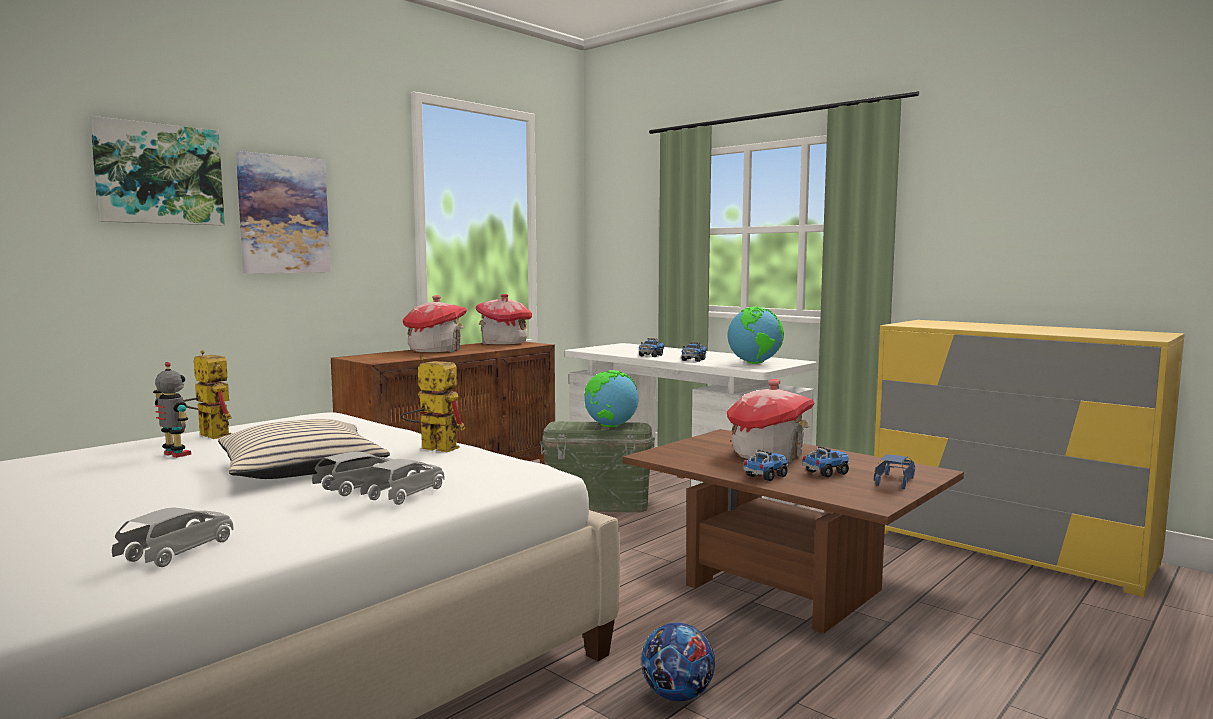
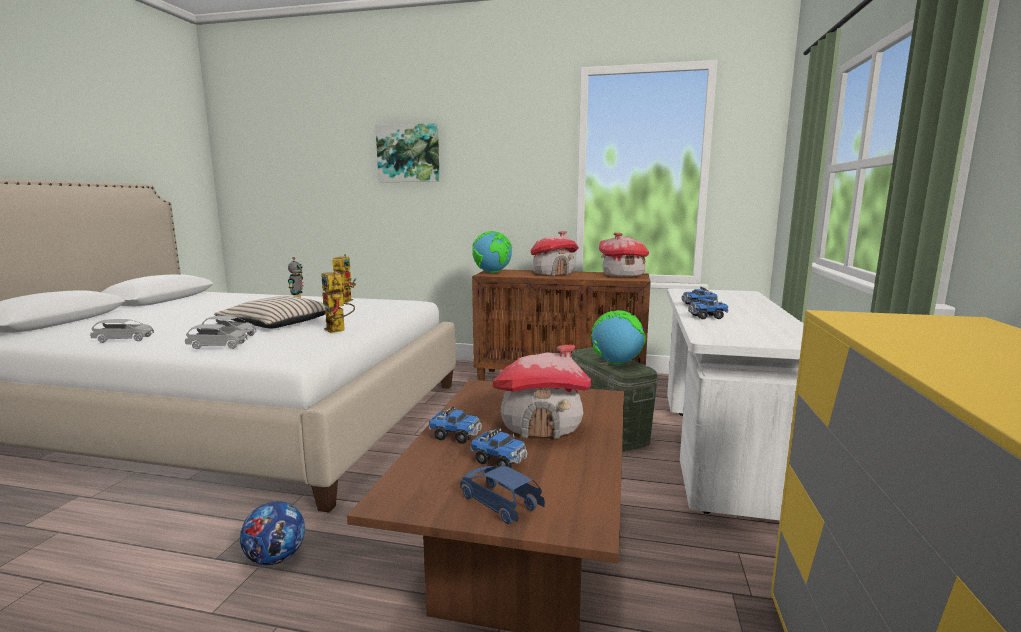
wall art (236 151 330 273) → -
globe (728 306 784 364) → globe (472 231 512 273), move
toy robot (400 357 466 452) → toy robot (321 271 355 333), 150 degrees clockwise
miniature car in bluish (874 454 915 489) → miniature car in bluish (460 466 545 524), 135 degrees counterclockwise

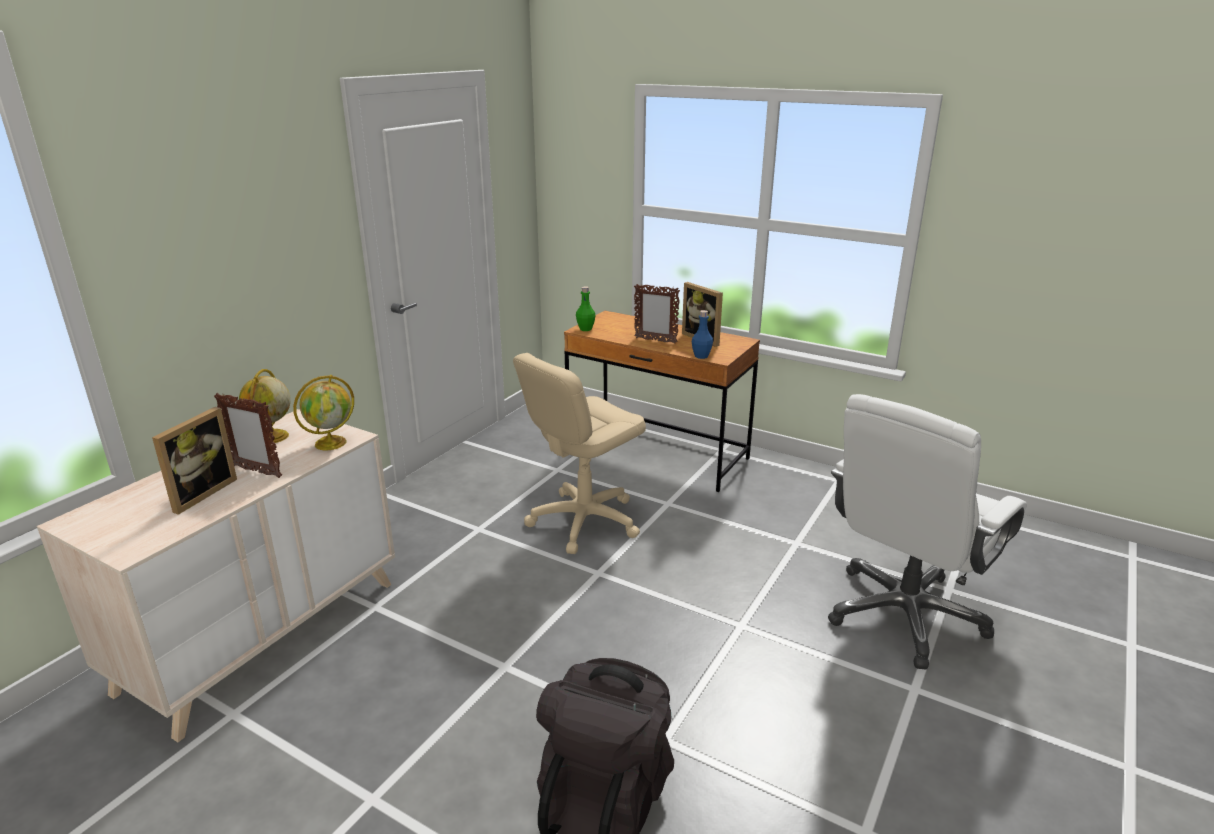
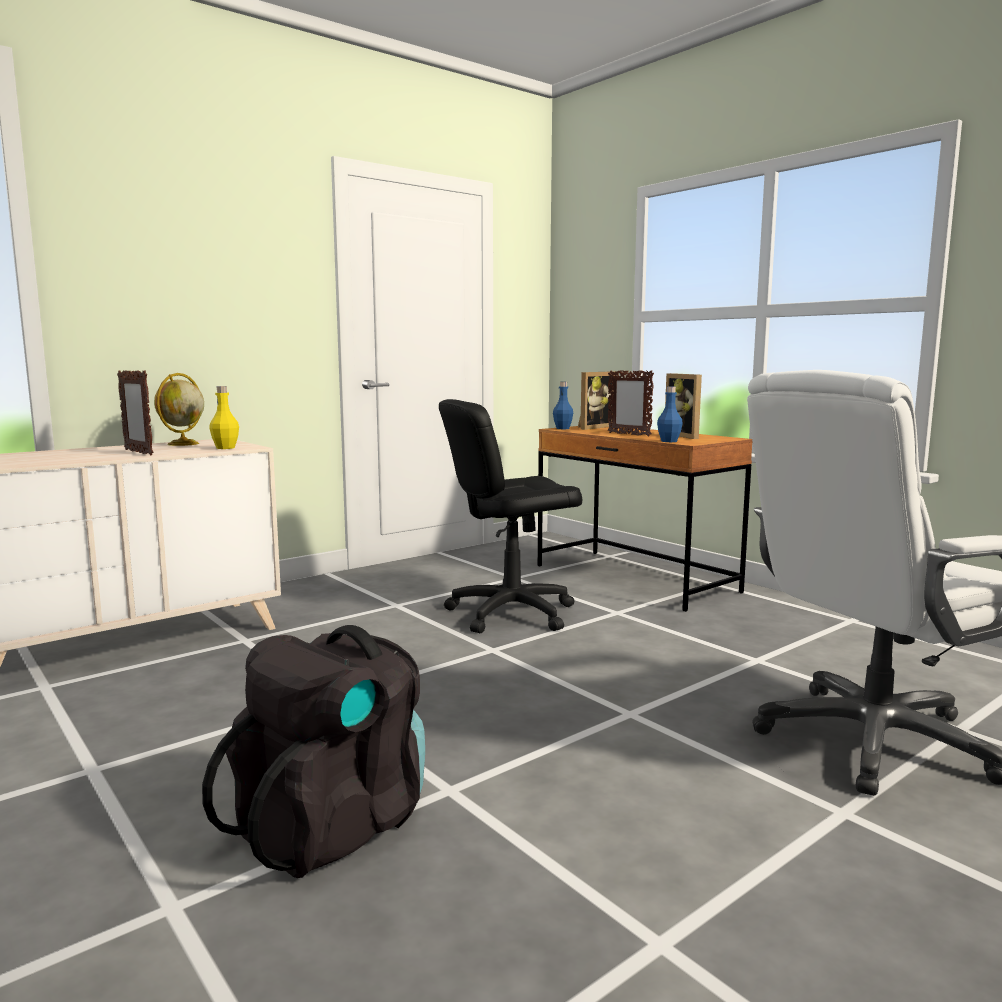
standing frame (152 407 237 515) → standing frame (578 372 615 430), move
globe (293 375 354 450) → beverage bottle in yellow-coloured (209 386 239 449)
computer chair in sand-coloured (513 353 646 554) → computer chair in black (439 399 582 633)
beverage bottle in green-coloured (576 286 596 331) → beverage bottle in bluish (553 382 573 429)

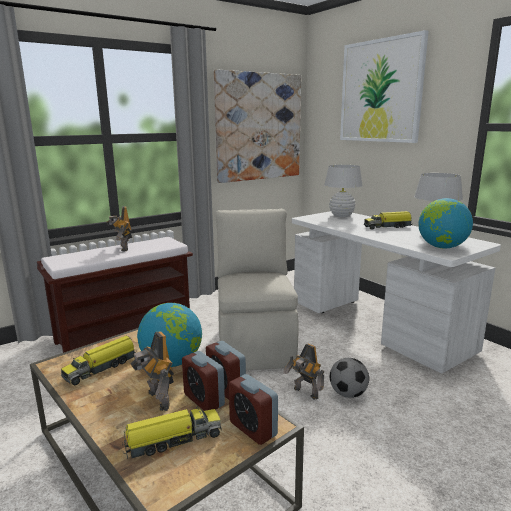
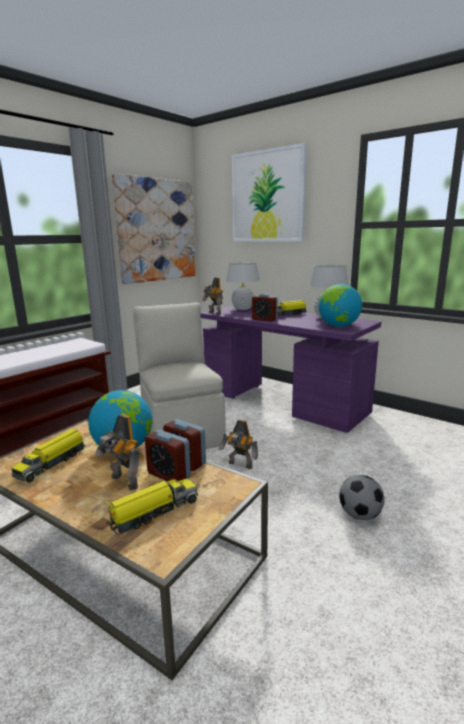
toy robot (107 206 132 252) → toy robot (202 277 223 315), move
bedside clock (229 374 278 445) → bedside clock (252 294 278 322), move
football (330 358 369 398) → football (339 475 385 520), move
desk in white (292 211 501 373) → desk in purple-coloured (200 306 381 433)

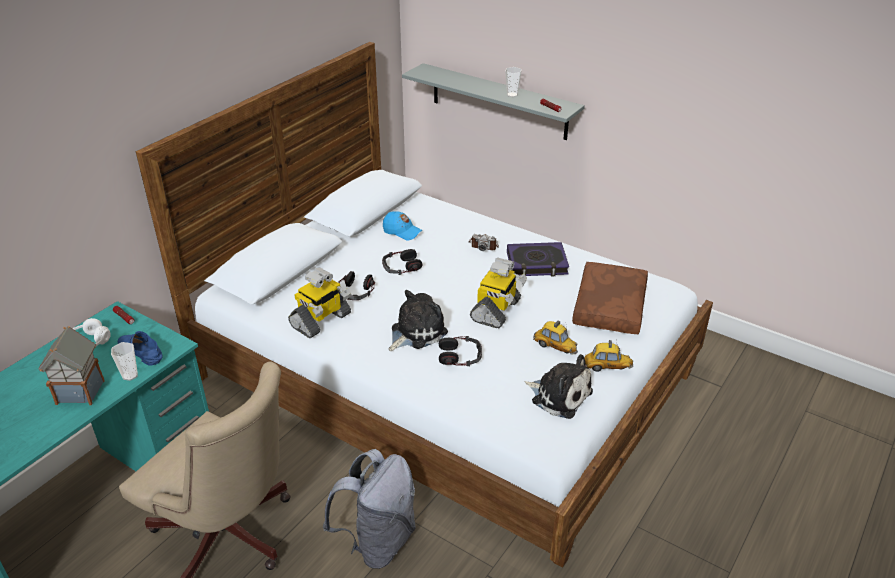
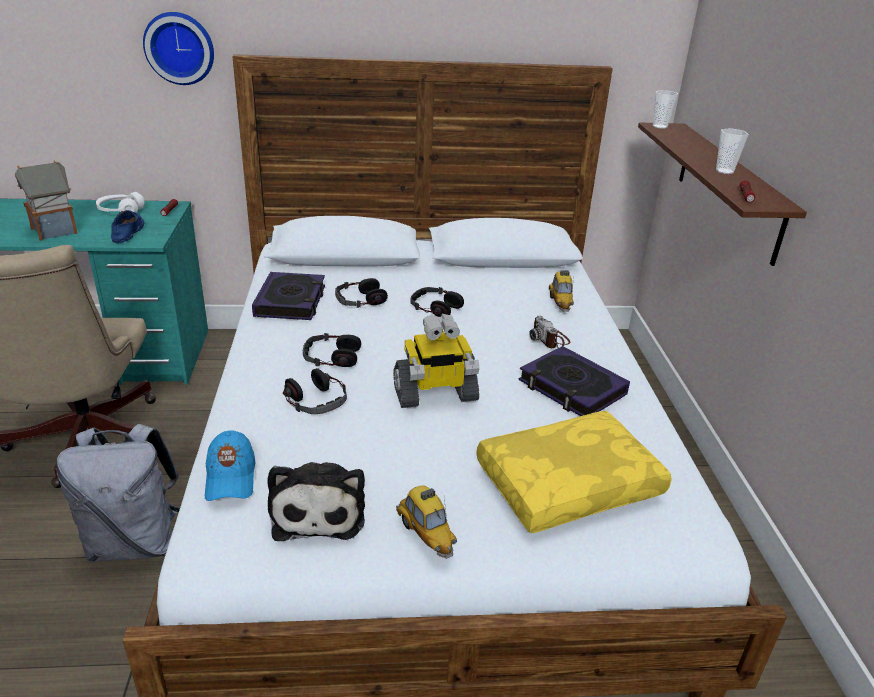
- → wall clock (143 12 214 85)
cup (111 342 138 381) → cup (653 90 678 129), move
peaked cap in bluish (383 211 423 241) → peaked cap in bluish (205 430 255 501), move
miniature car (533 321 578 354) → miniature car (549 270 574 312), move
toy robot (288 267 351 338) → book (252 272 325 320)
cuddly toy (389 290 448 351) → pair of headphones (303 333 361 367)
bracket shelf in gray (402 63 585 140) → bracket shelf in brown (638 122 807 266)
cushion in brown (572 262 648 334) → cushion in yellow-coloured (476 411 672 533)

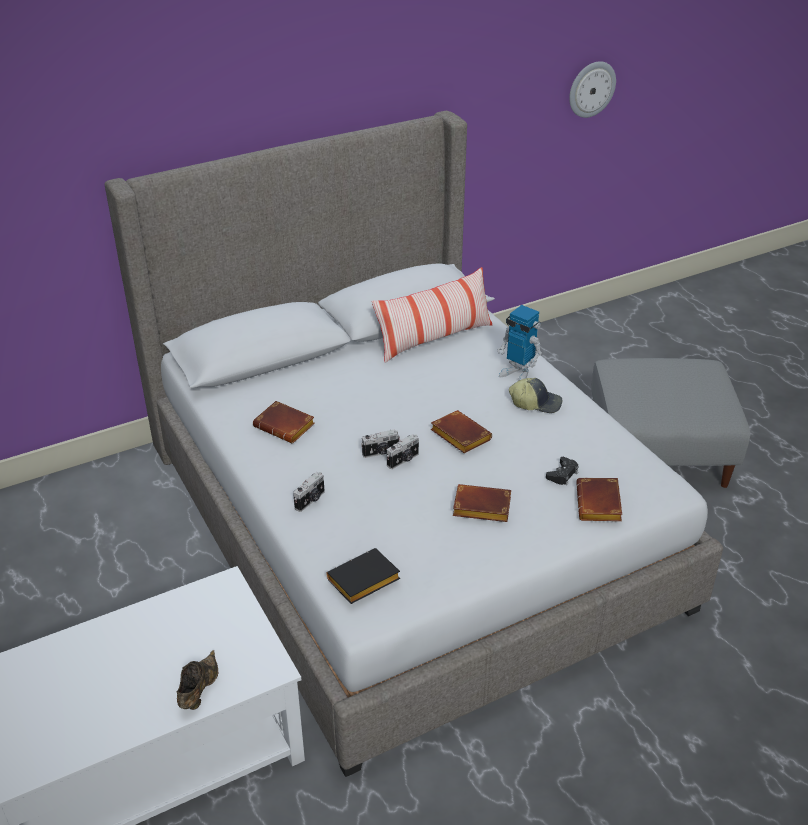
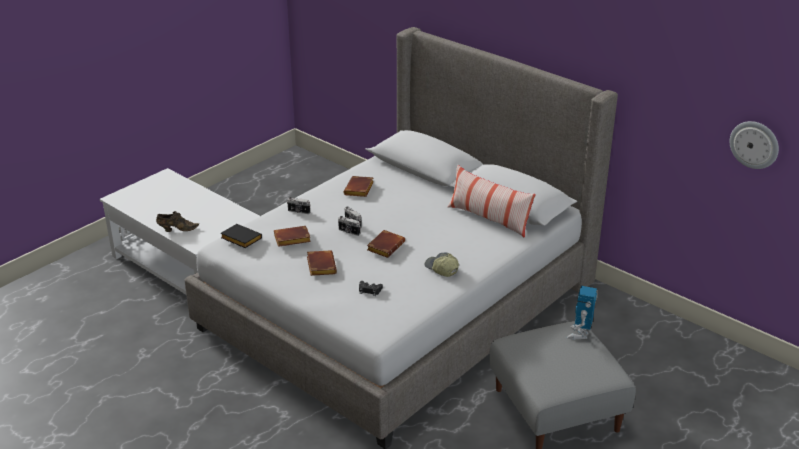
toy robot (498 305 542 381) → toy robot (567 286 597 340), move
book in brown (576 478 622 521) → book in brown (274 226 311 247), move
peaked cap (509 378 563 413) → peaked cap (424 253 459 277), 150 degrees clockwise

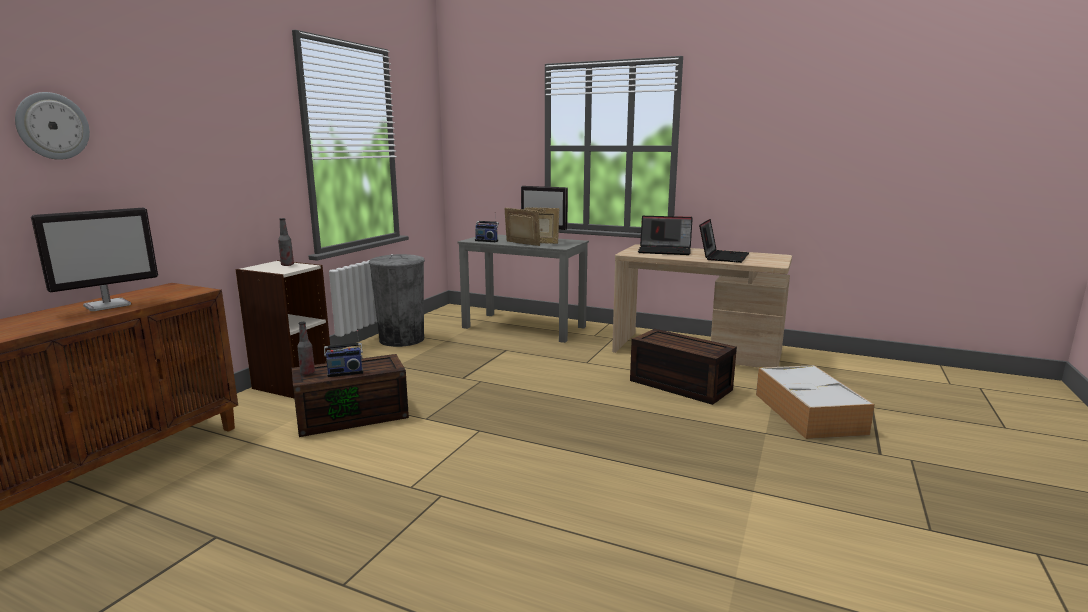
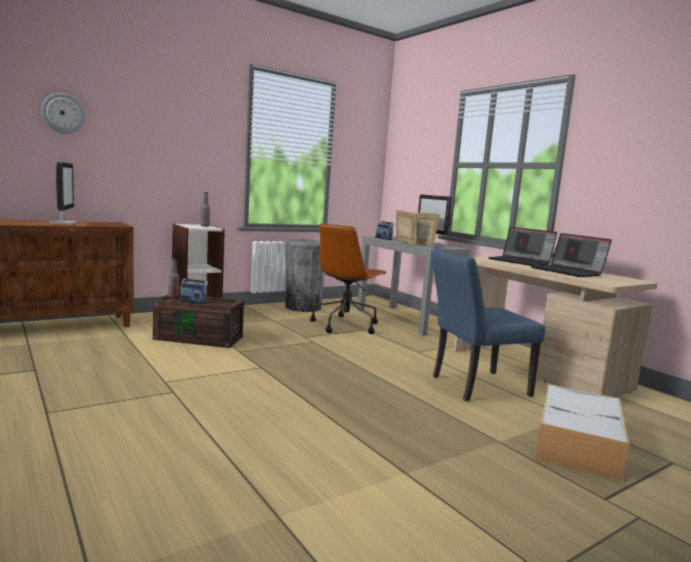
- → computer chair in brown (310 223 387 334)
storage box in brown (630 329 737 405) → chair in bluish (431 248 545 401)
computer screen (31 207 158 311) → computer screen (50 162 77 225), 90 degrees counterclockwise
portable computer (699 219 749 263) → portable computer (531 233 612 277), 90 degrees clockwise

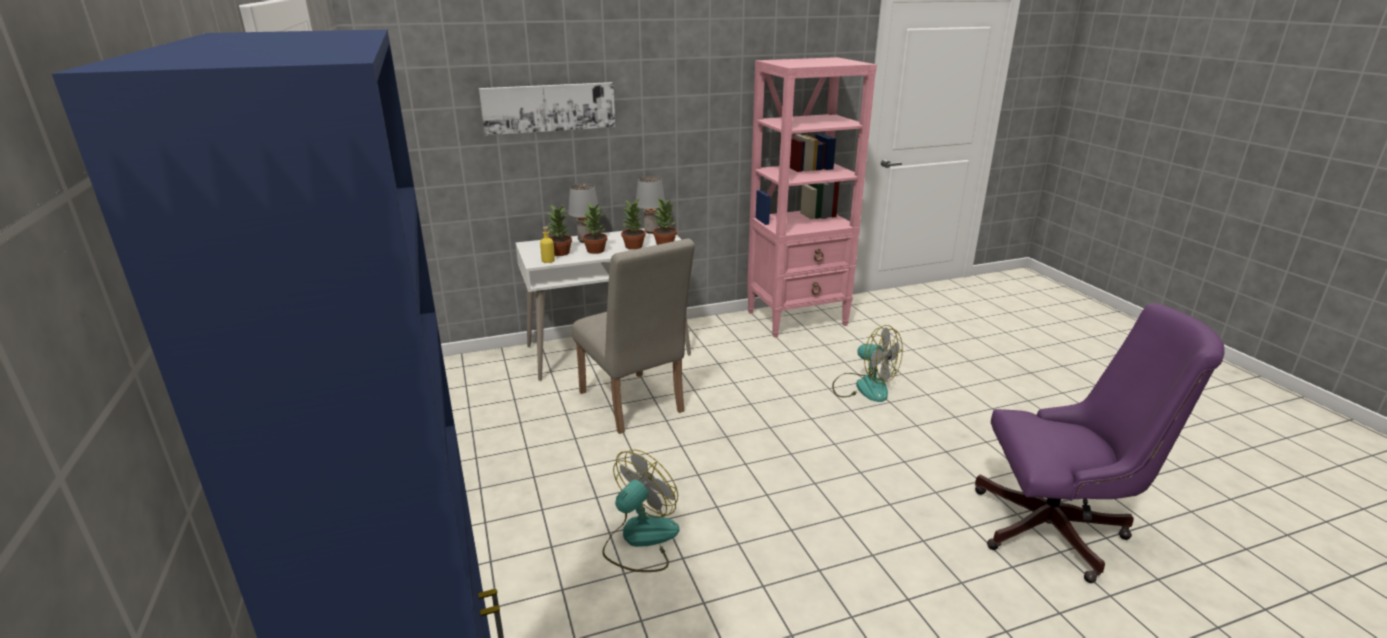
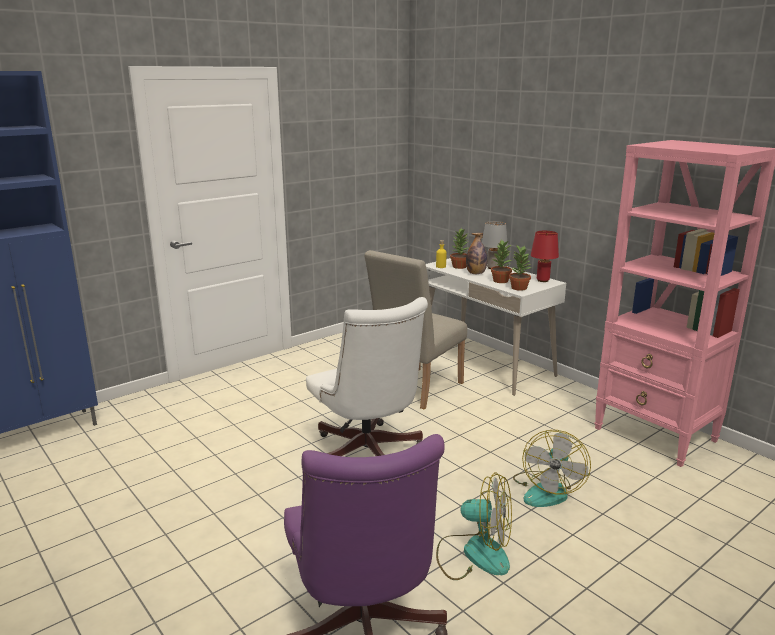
wall art (479 82 615 135) → -
- → computer chair in white (306 297 428 456)
electric fan (602 449 679 572) → electric fan (436 472 512 580), move
houseplant (581 202 607 254) → beverage bottle (466 233 487 274)
table lamp in gray (636 176 665 234) → table lamp in reddish (531 231 559 282)

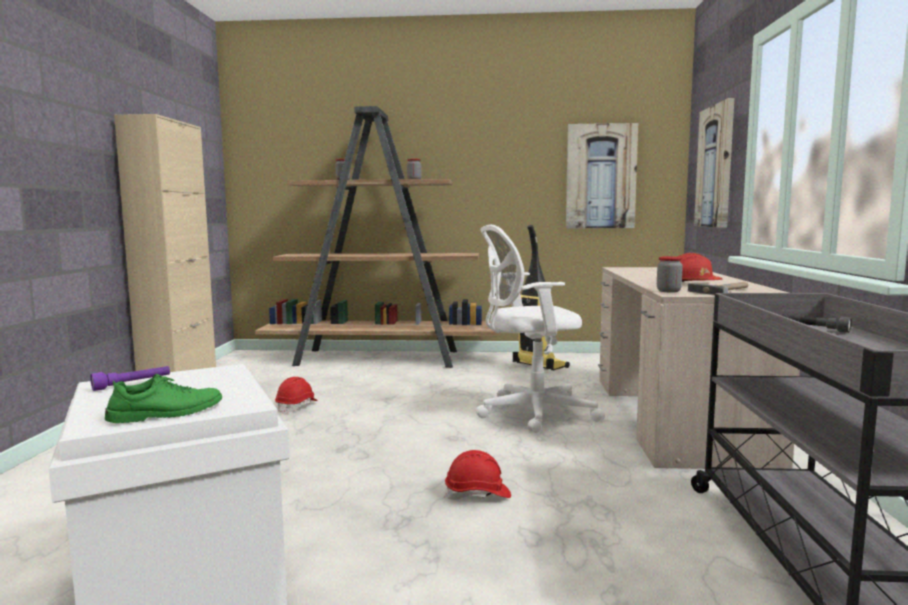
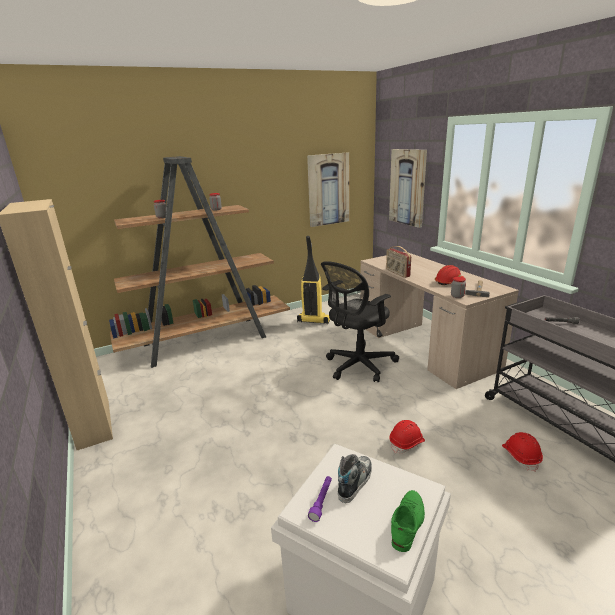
- → shoe (338 454 372 503)
- → radio (386 246 411 278)
safety helmet in reddish (275 377 318 414) → safety helmet in reddish (502 432 543 472), move
computer chair in white (476 225 605 433) → computer chair in black (321 261 399 383)

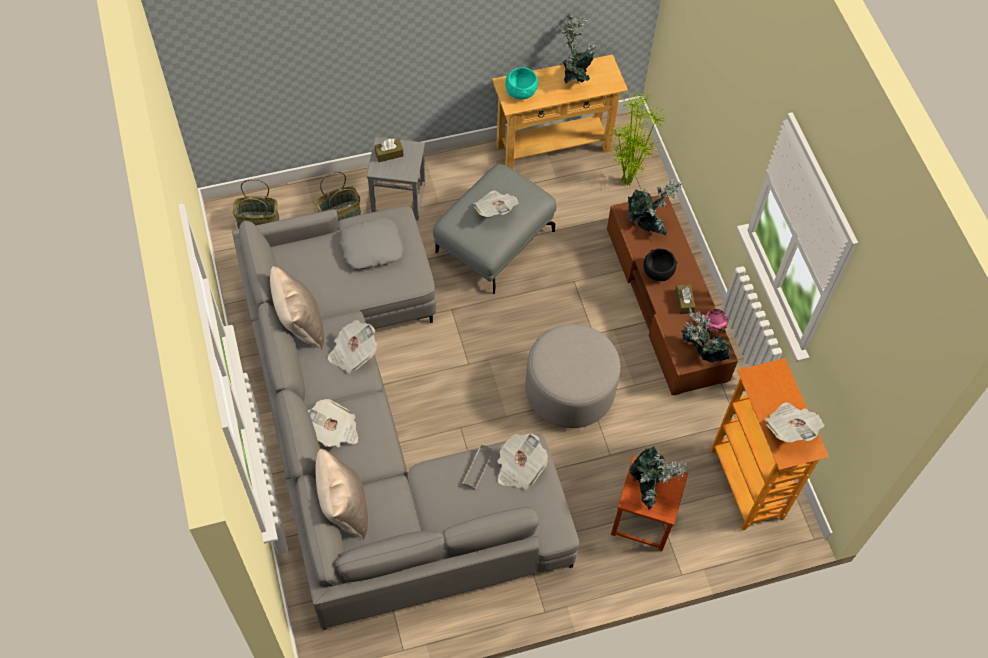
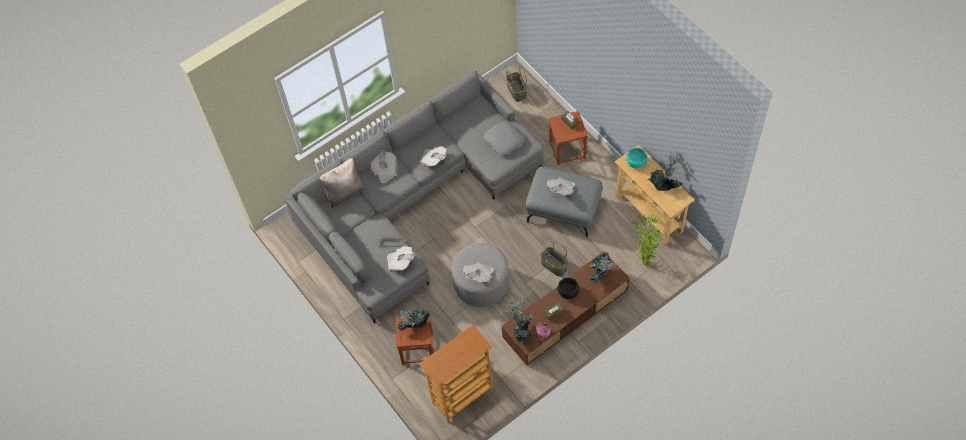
cushion in sand-coloured (270 266 324 349) → -
household basket (315 171 361 222) → household basket (540 241 568 277), move
printed paper (764 402 824 443) → printed paper (463 262 494 283), move
sitting stool in gray (366 137 425 220) → sitting stool in brown (549 111 588 165)

